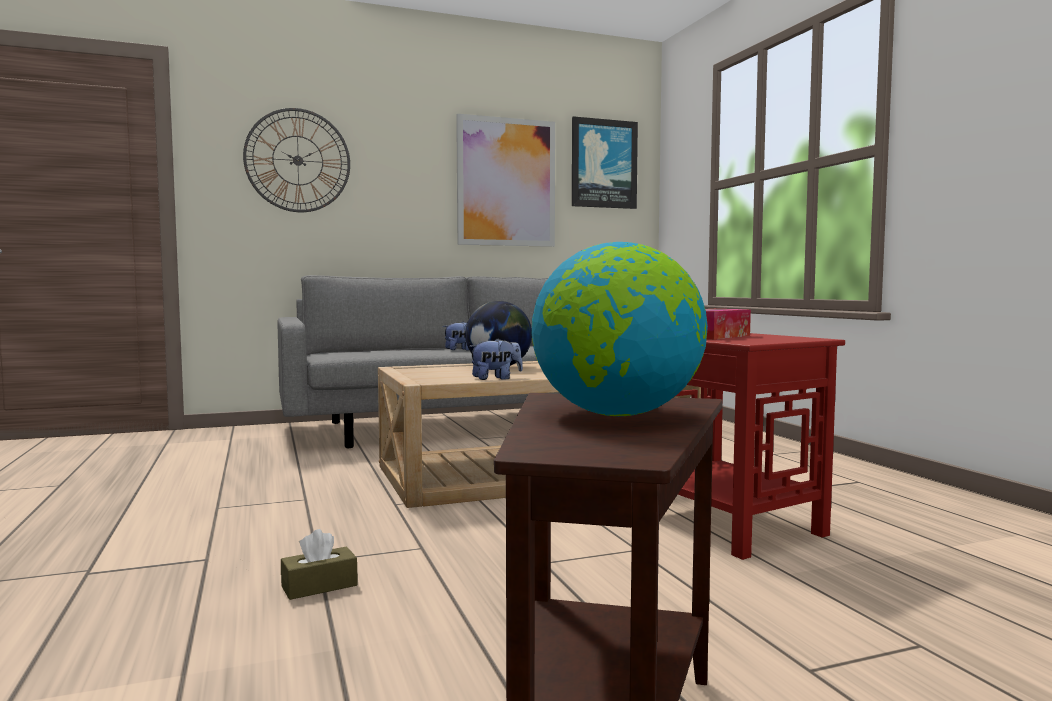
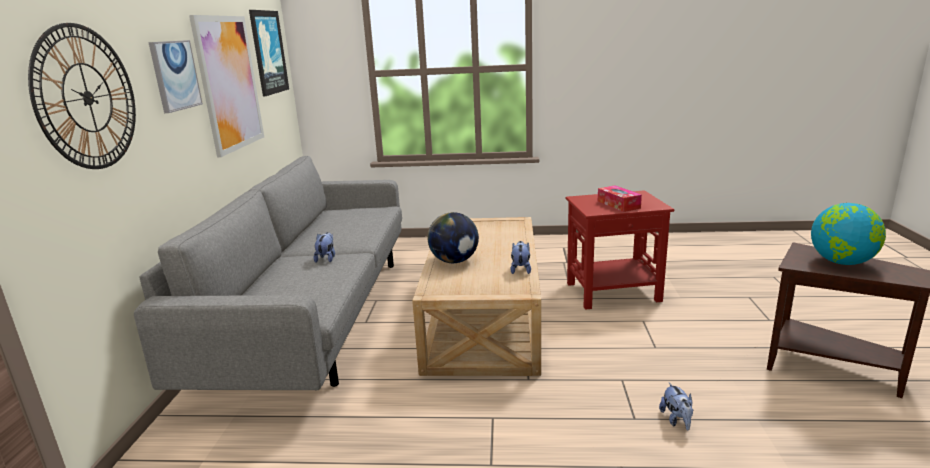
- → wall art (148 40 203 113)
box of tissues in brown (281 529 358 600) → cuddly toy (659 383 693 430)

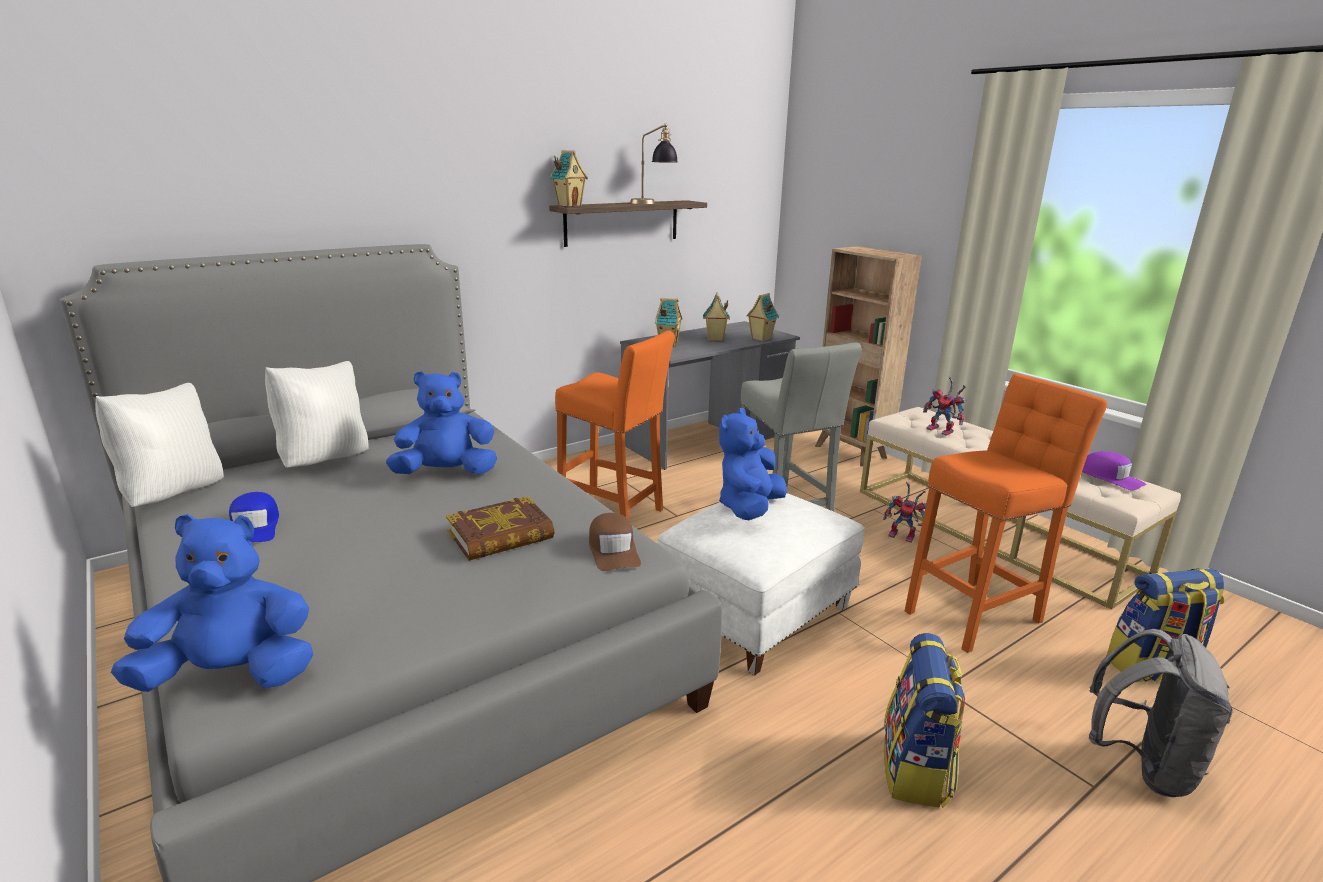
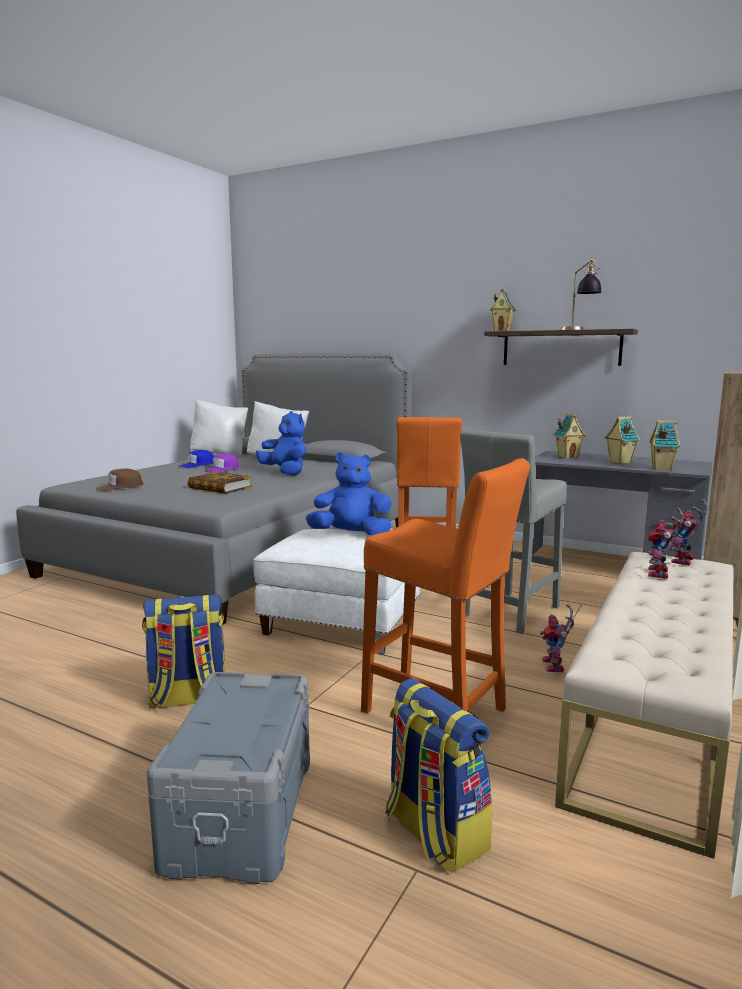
cuddly toy in bluish (111 514 313 692) → -
- → toy robot (670 499 708 565)
peaked cap in brown (589 513 641 571) → peaked cap in brown (97 469 143 491), move
peaked cap in purple-coloured (1082 451 1147 491) → peaked cap in purple-coloured (204 453 239 472), move
rucksack in gray (1089 629 1233 797) → storage box in gray (147 672 310 884)

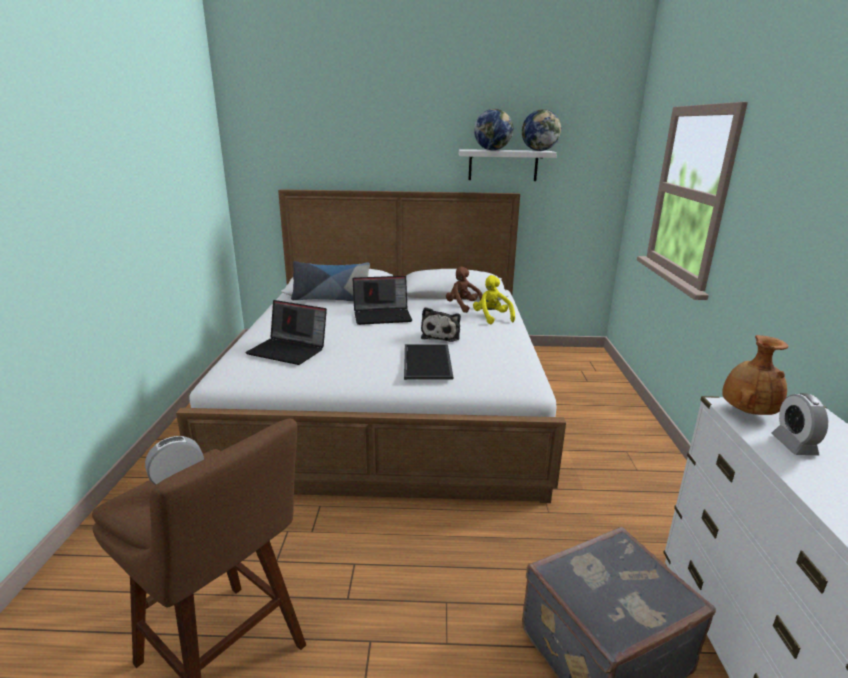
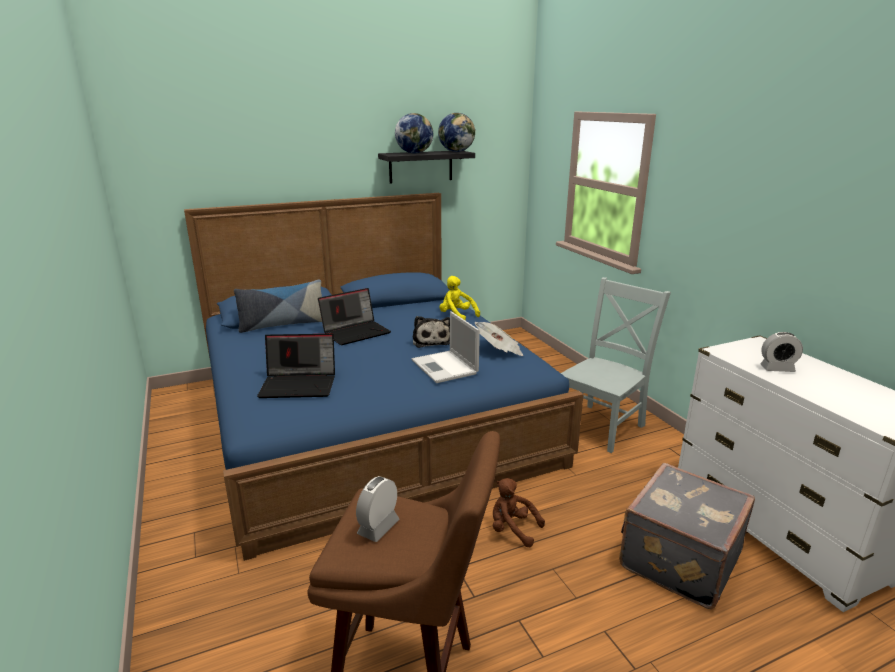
vase in brown (722 335 789 415) → -
- → printed paper (474 322 524 356)
- → chair in gray (561 277 671 453)
cuddly toy in brown (446 266 483 313) → cuddly toy in brown (493 478 545 547), move
carrying tray (404 344 453 380) → portable computer (412 311 480 383)
bedroom bed in white (176 189 566 503) → bedroom bed in bluish (184 193 584 561)
bracket shelf in white (459 149 557 181) → bracket shelf in black (378 151 475 184)
bedside clock (772 393 828 455) → bedside clock (760 332 803 372), 60 degrees counterclockwise

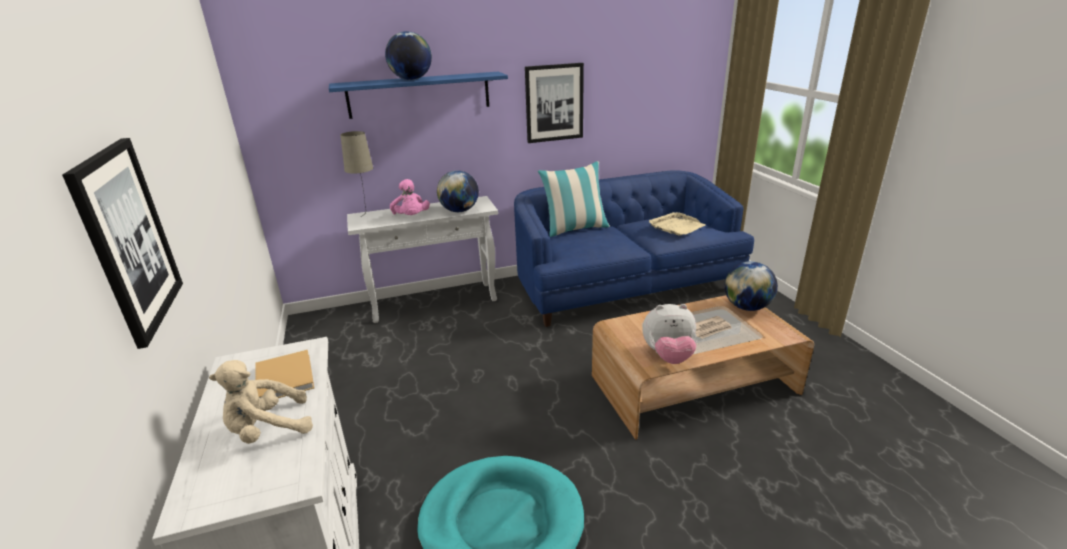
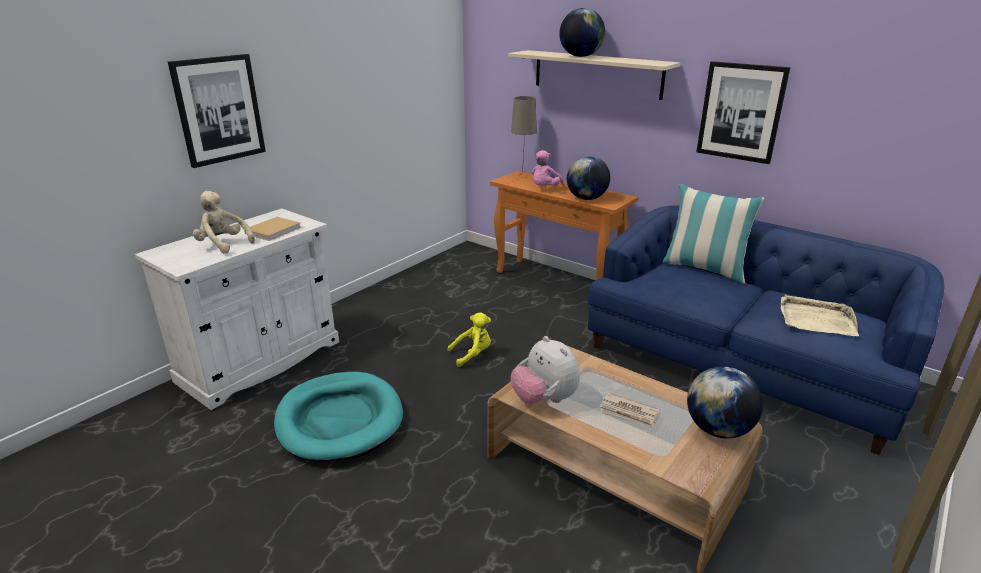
- → cuddly toy in yellow-coloured (448 312 491 367)
bracket shelf in bluish (329 72 508 119) → bracket shelf in sand-coloured (508 50 680 100)
console table in white (347 196 498 323) → console table in orange (490 171 638 280)

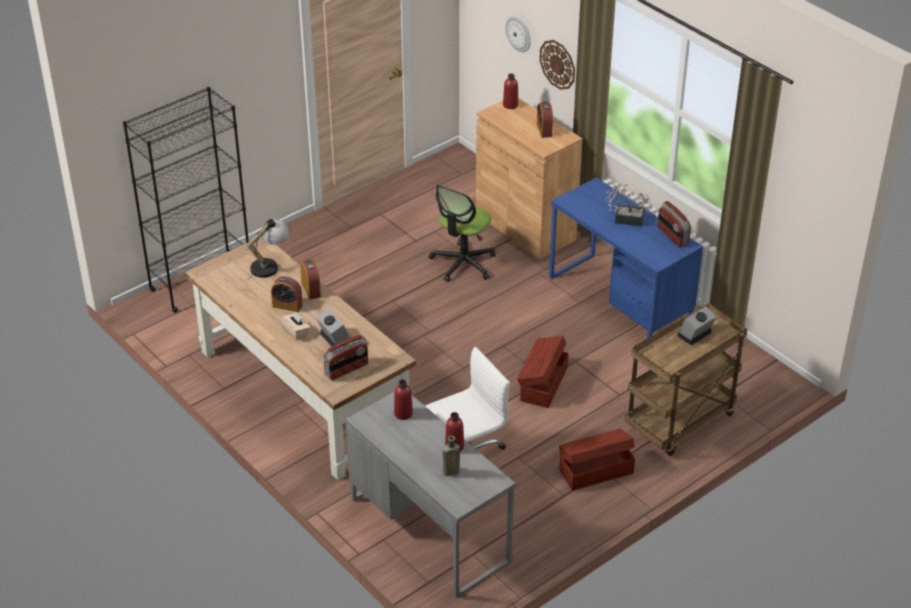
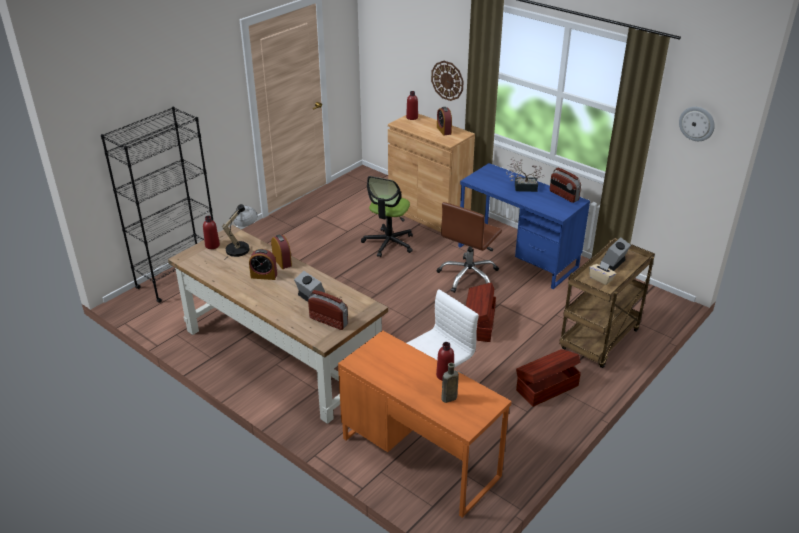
- → computer chair in brown (436 202 502 293)
box of tissues in sand-coloured (282 311 310 340) → box of tissues in sand-coloured (589 261 616 285), move
beverage bottle in reddish (394 380 413 420) → beverage bottle in reddish (203 216 220 249), move
wall clock (505 17 531 52) → wall clock (679 107 715 141), move
desk in gray (346 392 516 598) → desk in orange (338 330 512 518)
radio (324 335 368 380) → radio (308 290 348 330), 105 degrees counterclockwise

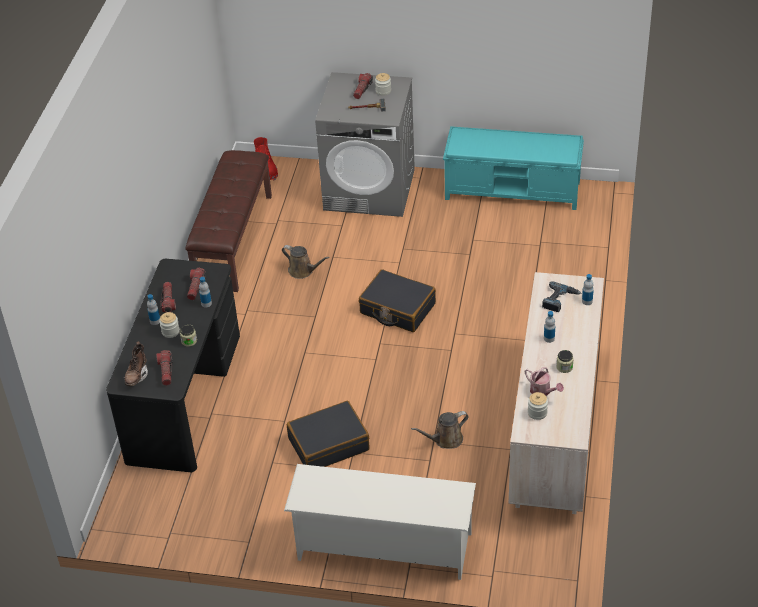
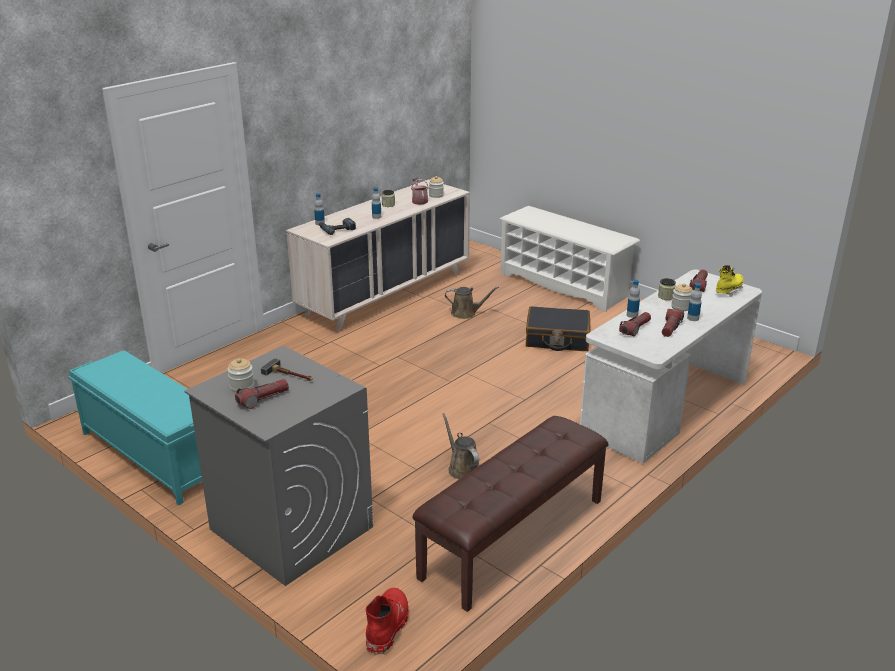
piece of luggage in black (359 269 436 332) → -
desk in black (106 259 240 472) → desk in white (580 270 762 463)
tall boot in brown (124 341 148 386) → tall boot in yellow-coloured (716 265 743 297)

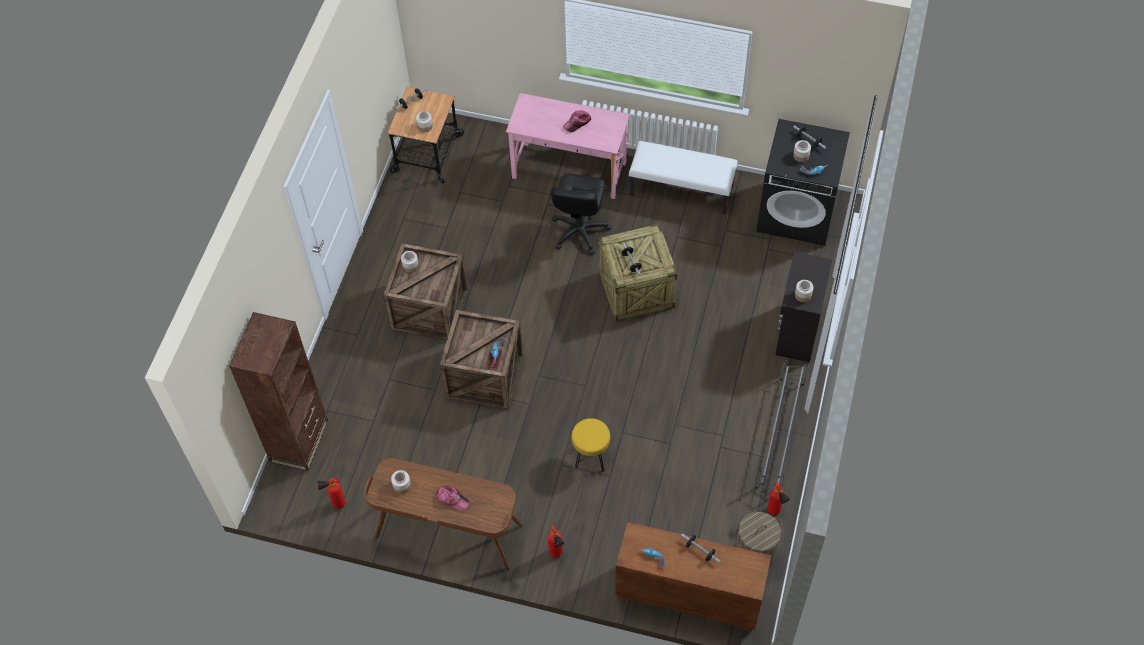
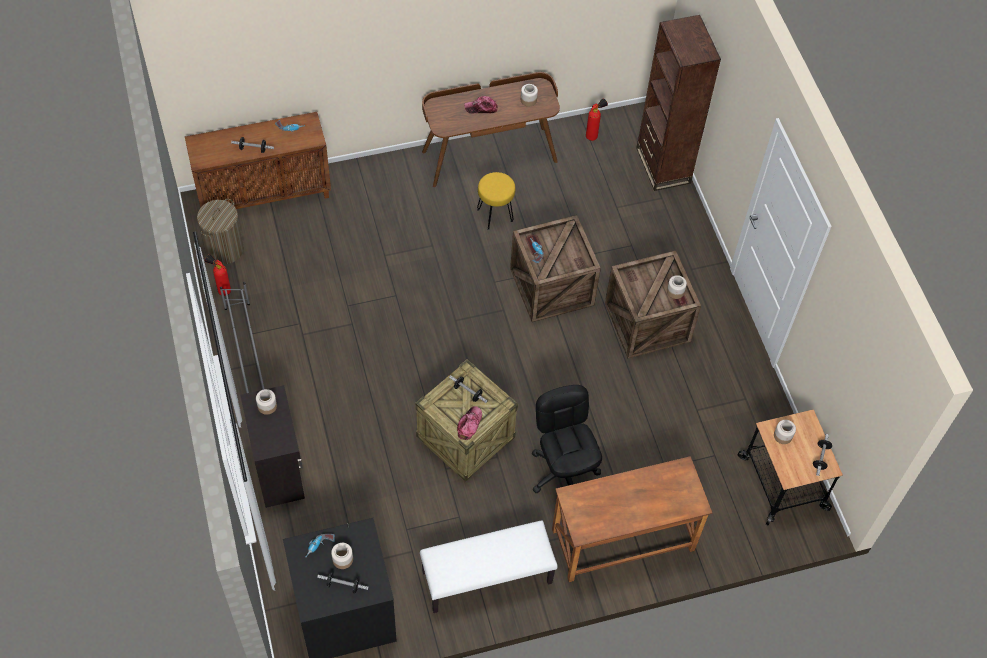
fire-fighting cylinder (548 524 564 558) → -
peaked cap (563 110 591 132) → peaked cap (457 406 482 440), move
sitting stool in yellow-coloured (571 418 610 472) → sitting stool in yellow-coloured (477 172 516 230), move
desk in pinkish (506 93 630 199) → desk in brown (552 456 712 582)

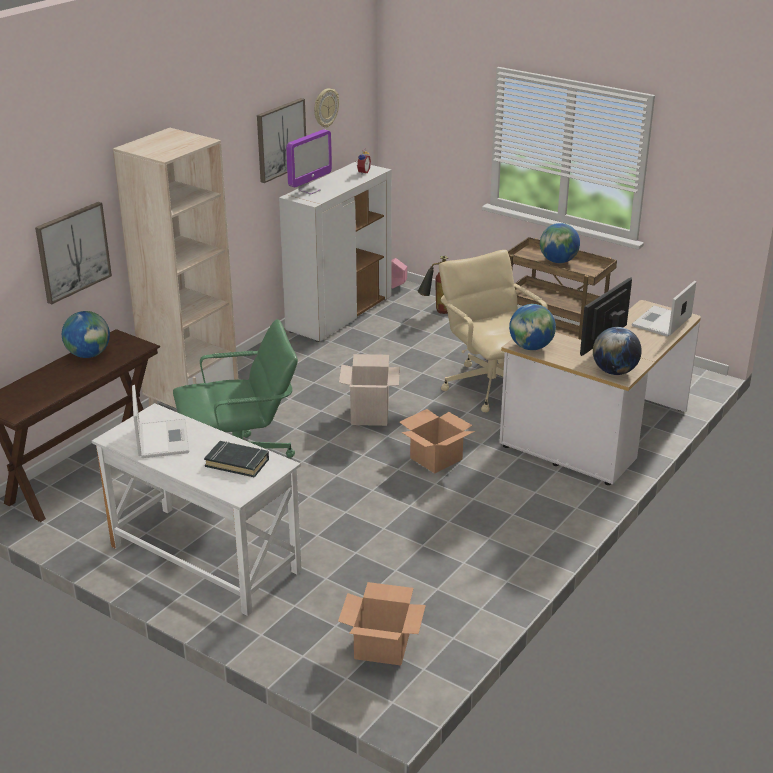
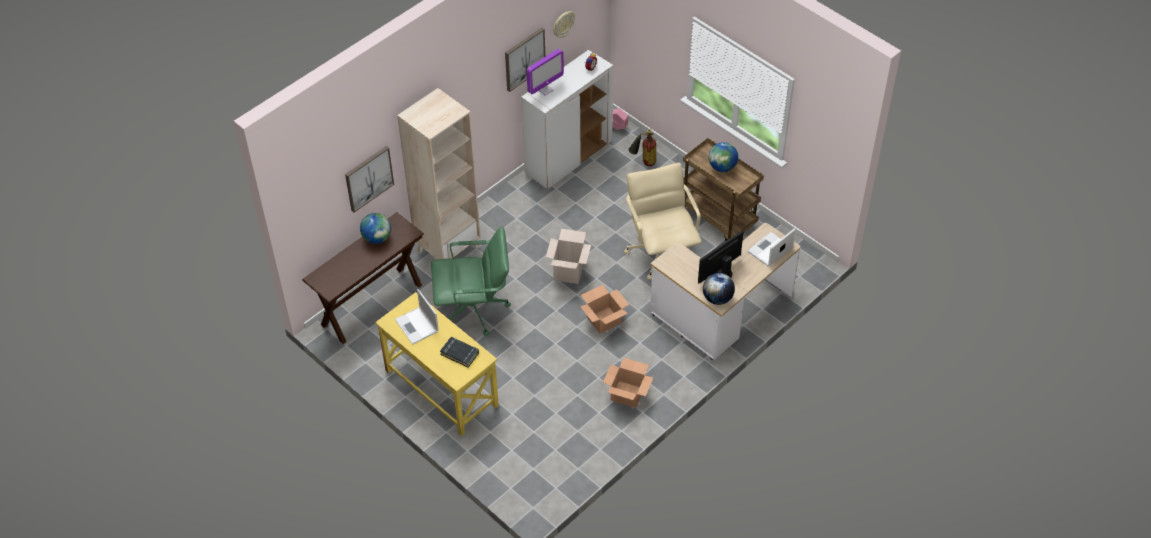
globe (509 304 556 350) → -
packing box (338 582 426 665) → packing box (603 358 654 408), move
desk in white (92 403 302 616) → desk in yellow-coloured (375 292 499 436)
portable computer (132 385 189 458) → portable computer (395 289 439 344), 150 degrees clockwise

